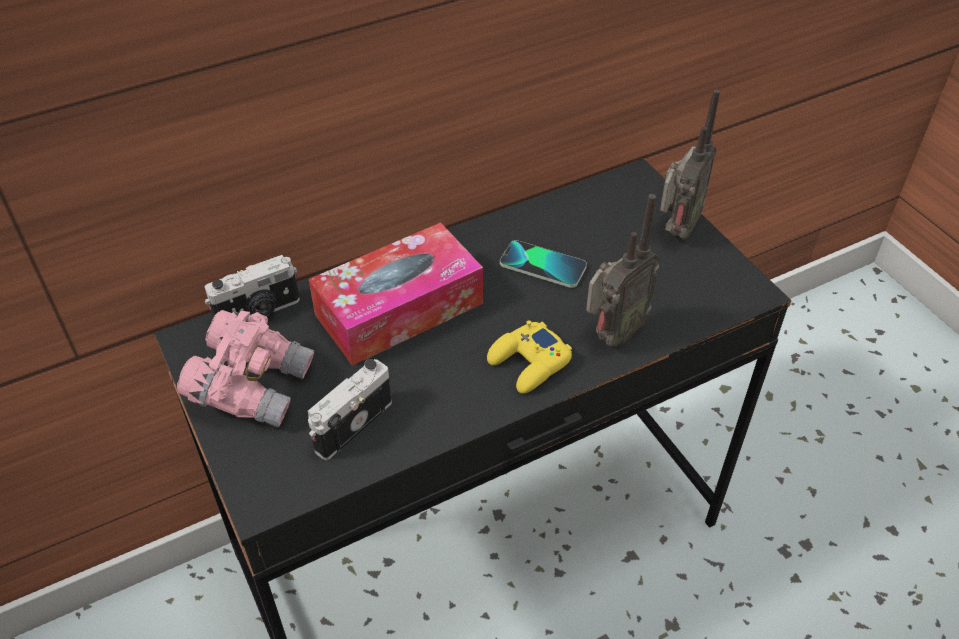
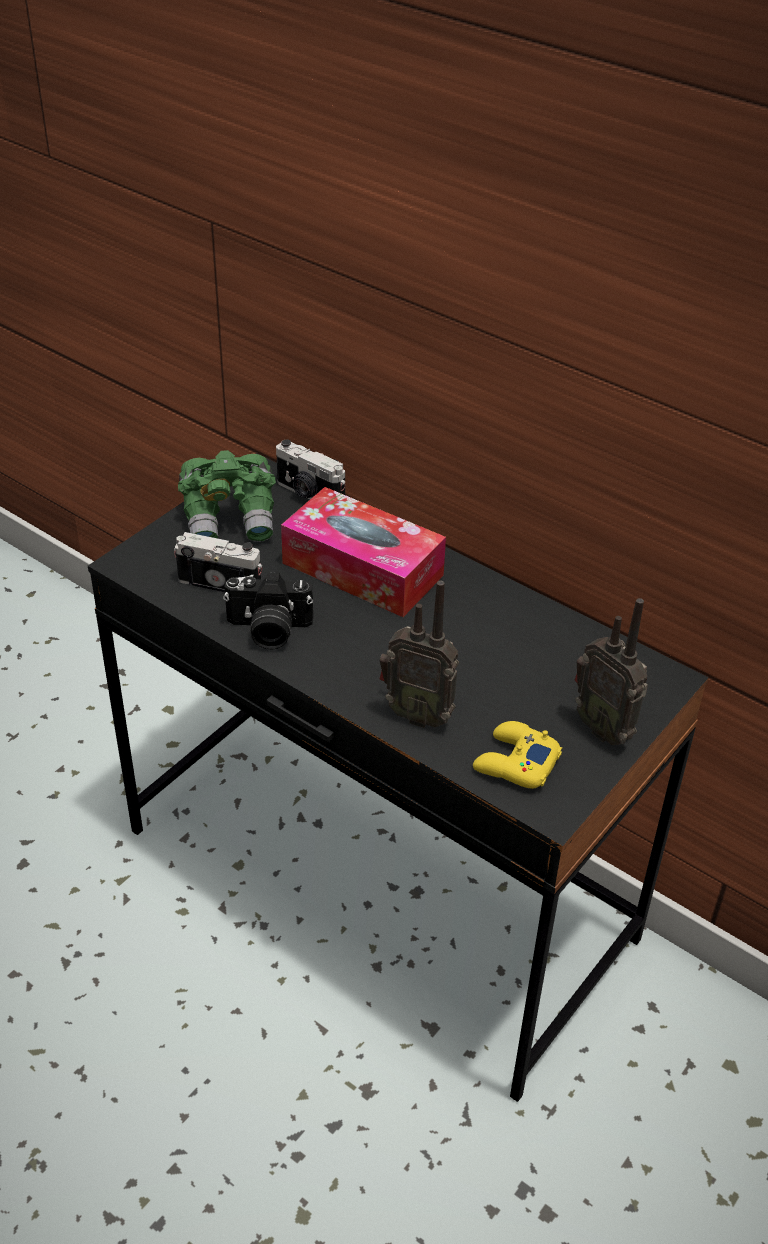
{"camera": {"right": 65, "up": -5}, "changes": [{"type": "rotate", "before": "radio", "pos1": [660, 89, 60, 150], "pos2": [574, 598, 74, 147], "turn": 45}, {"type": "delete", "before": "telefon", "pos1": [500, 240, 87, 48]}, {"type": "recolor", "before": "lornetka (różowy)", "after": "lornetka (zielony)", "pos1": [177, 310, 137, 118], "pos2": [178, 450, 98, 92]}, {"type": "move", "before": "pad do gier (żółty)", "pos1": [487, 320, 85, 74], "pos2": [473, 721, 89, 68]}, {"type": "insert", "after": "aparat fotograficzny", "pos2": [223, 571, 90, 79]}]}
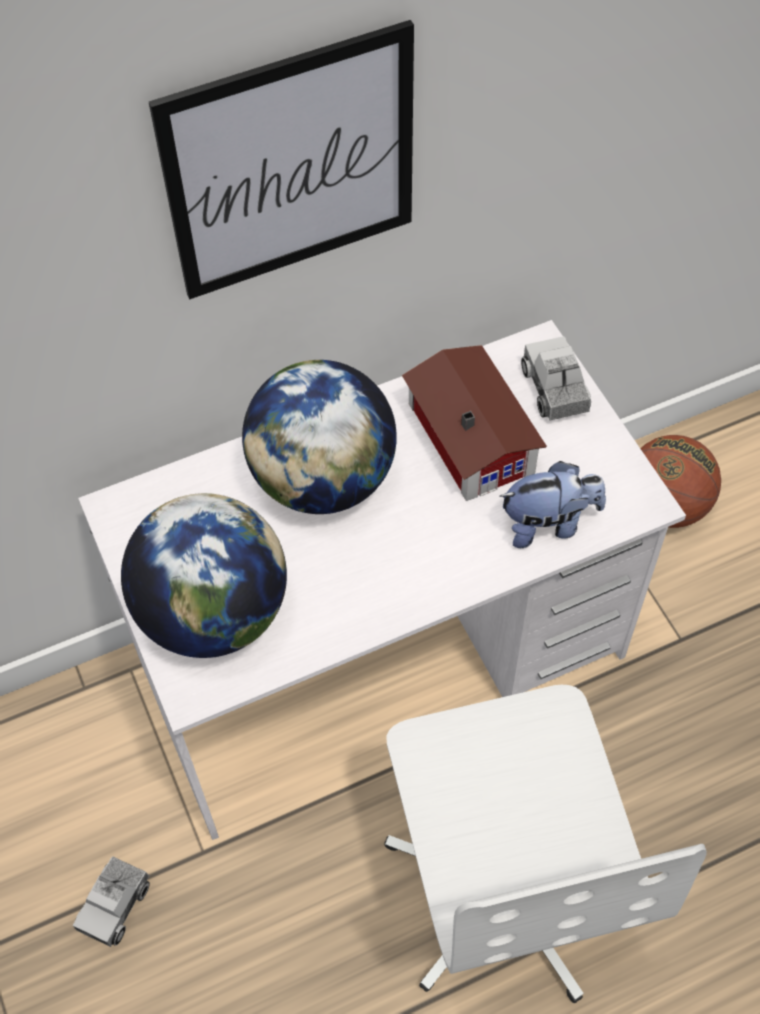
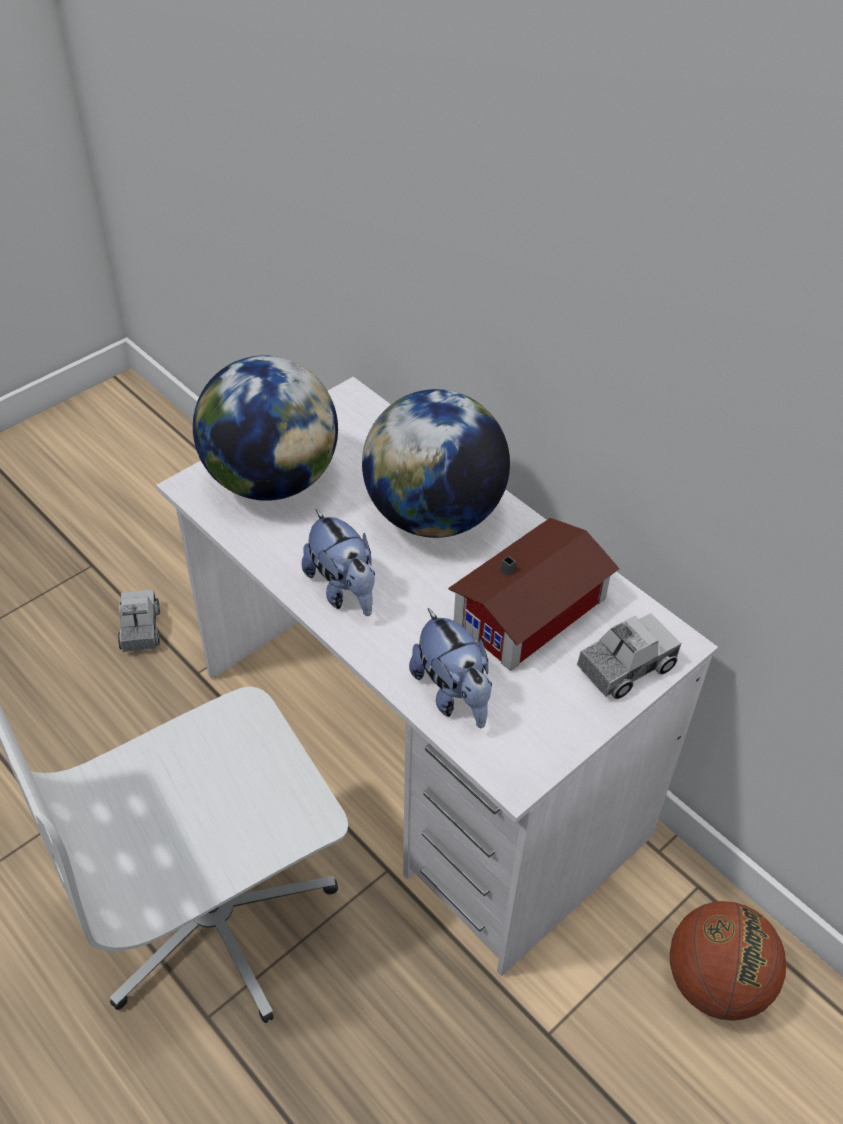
{"camera": {"right": 70, "up": -10}, "changes": [{"type": "delete", "before": "obraz", "pos1": [149, 20, 265, 279]}, {"type": "rotate", "before": "ciężarówka zabawkowa", "pos1": [73, 856, 77, 91], "pos2": [118, 589, 42, 63], "turn": 75}, {"type": "insert", "after": "pluszak", "pos2": [302, 508, 73, 108]}]}
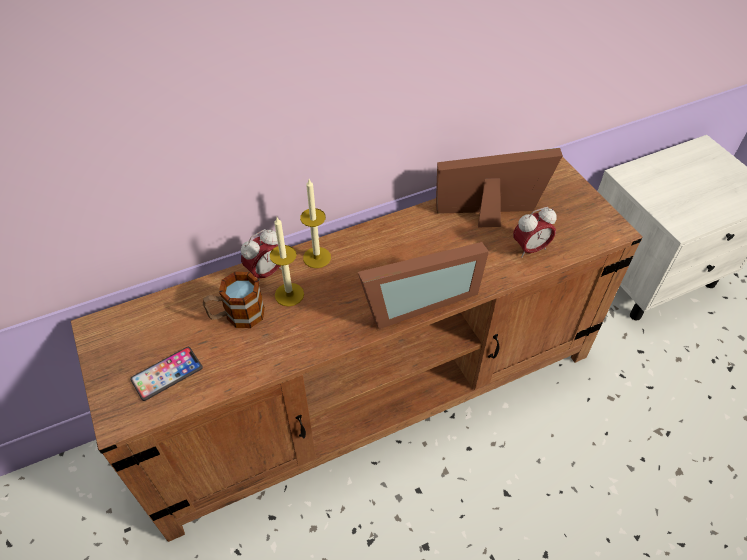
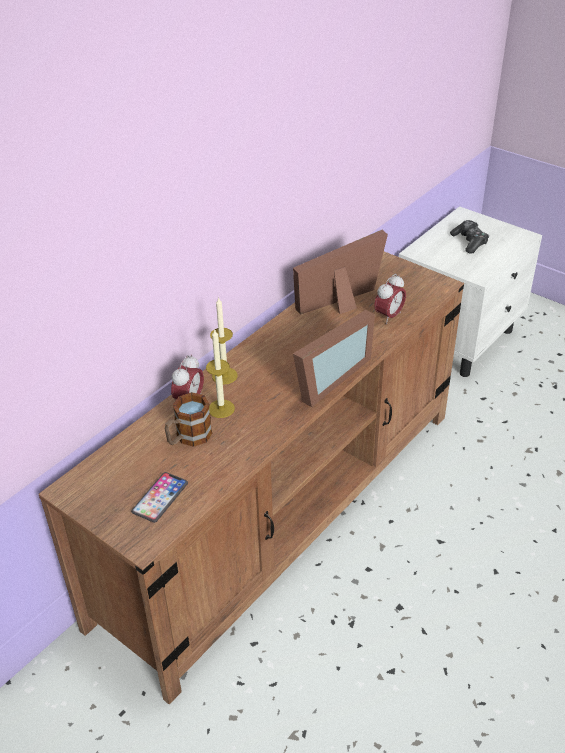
{"camera": {"right": -25, "up": -10}, "changes": [{"type": "insert", "after": "pad do gier", "pos2": [450, 220, 39, 34]}]}
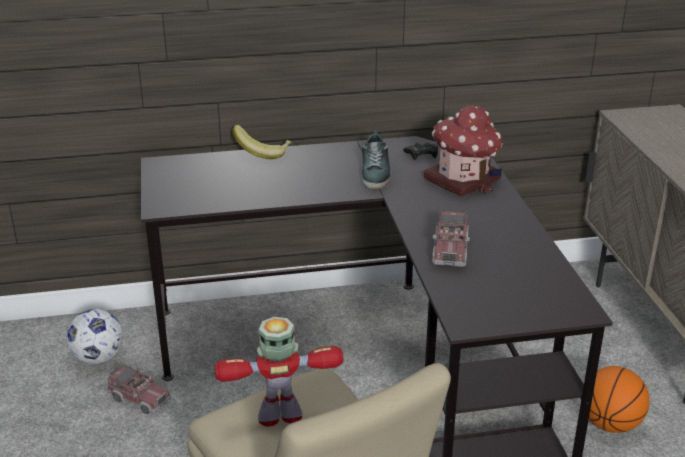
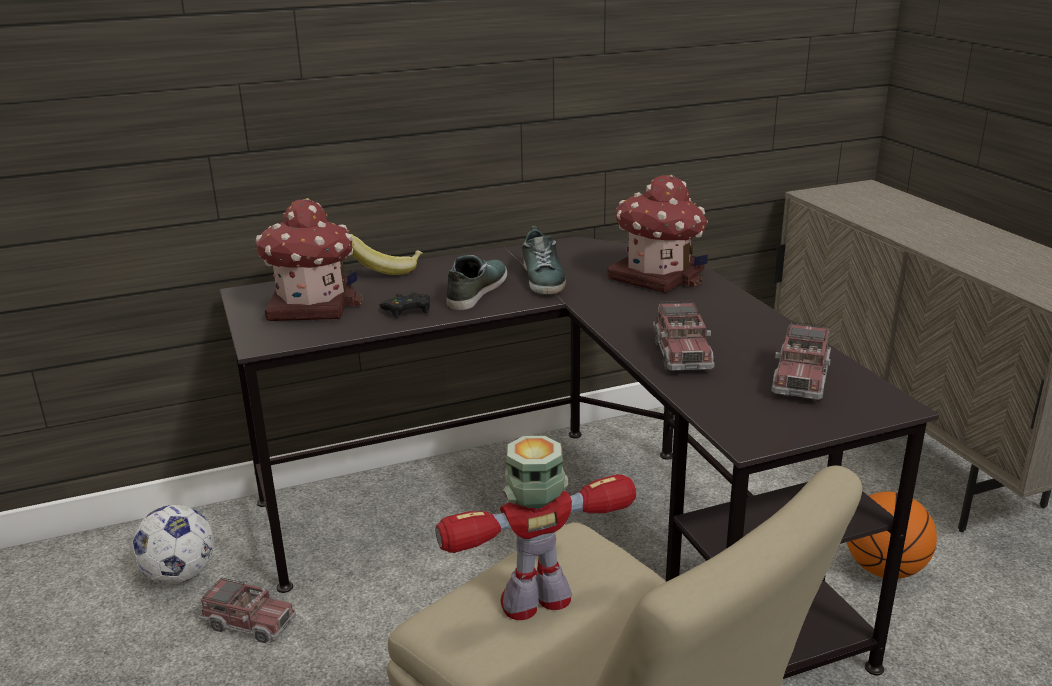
{"camera": {"right": -10, "up": -5}, "changes": [{"type": "move", "before": "pad do gier (czarny)", "pos1": [403, 143, 35, 17], "pos2": [379, 292, 51, 26]}, {"type": "insert", "after": "domek", "pos2": [255, 198, 107, 123]}, {"type": "insert", "after": "but", "pos2": [446, 255, 61, 55]}, {"type": "insert", "after": "ciężarówka zabawkowa", "pos2": [771, 322, 60, 78]}]}
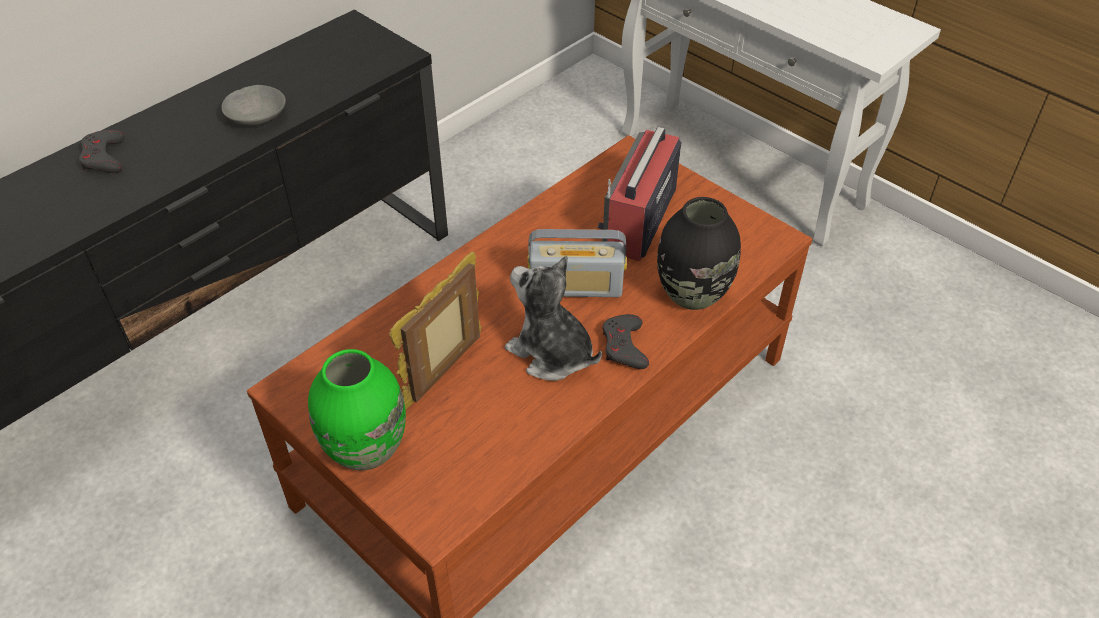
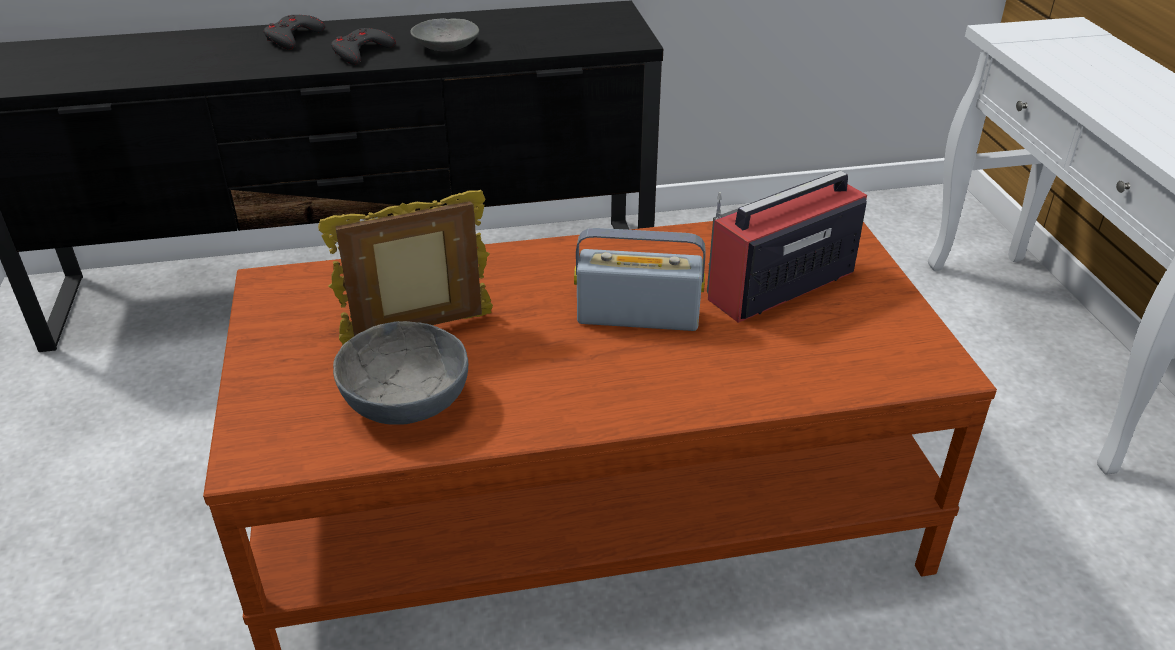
{"camera": {"right": 35, "up": -10}, "changes": [{"type": "delete", "before": "wazon (czarny)", "pos1": [657, 197, 84, 113]}, {"type": "rotate", "before": "radio", "pos1": [528, 229, 99, 68], "pos2": [574, 228, 132, 103], "turn": 150}, {"type": "delete", "before": "pluszak", "pos1": [505, 256, 97, 125]}, {"type": "move", "before": "pad do gier (szary)", "pos1": [603, 314, 46, 55], "pos2": [331, 28, 65, 37]}, {"type": "delete", "before": "wazon (zielony)", "pos1": [308, 349, 98, 121]}, {"type": "insert", "after": "miska (szary)", "pos2": [333, 321, 135, 104]}]}
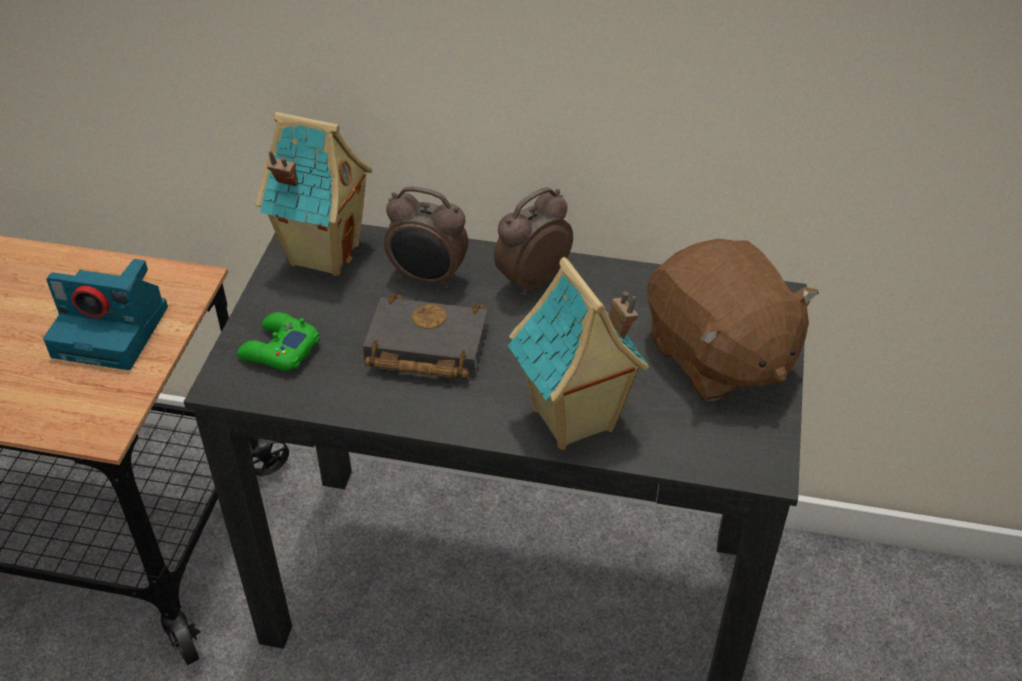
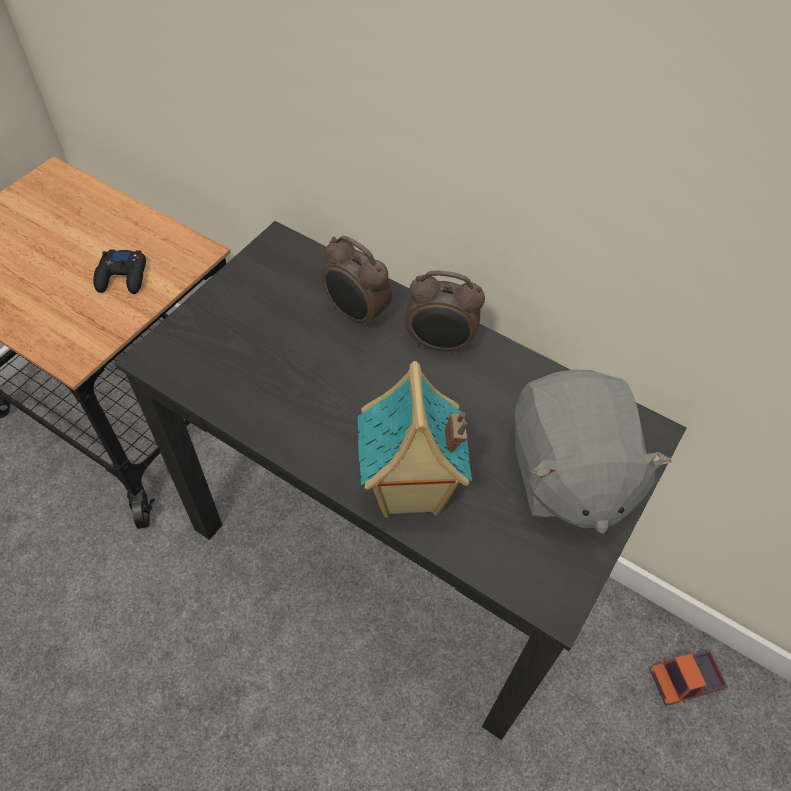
{"camera": {"right": 20, "up": 10}, "changes": [{"type": "delete", "before": "domek", "pos1": [256, 112, 116, 164]}, {"type": "rotate", "before": "budzik", "pos1": [494, 187, 79, 109], "pos2": [405, 270, 80, 84], "turn": -150}, {"type": "recolor", "before": "pluszak (brązowy)", "after": "pluszak (szary)", "pos1": [647, 239, 172, 162], "pos2": [515, 370, 156, 163]}, {"type": "replace", "before": "aparat fotograficzny", "after": "pad do gier (czarny)", "pos1": [43, 259, 125, 111], "pos2": [93, 249, 53, 45]}, {"type": "delete", "before": "książka (czarny)", "pos1": [363, 294, 125, 84]}, {"type": "delete", "before": "pad do gier (zielony)", "pos1": [237, 312, 83, 59]}, {"type": "insert", "after": "ciężarówka zabawkowa", "pos2": [649, 651, 79, 55]}]}
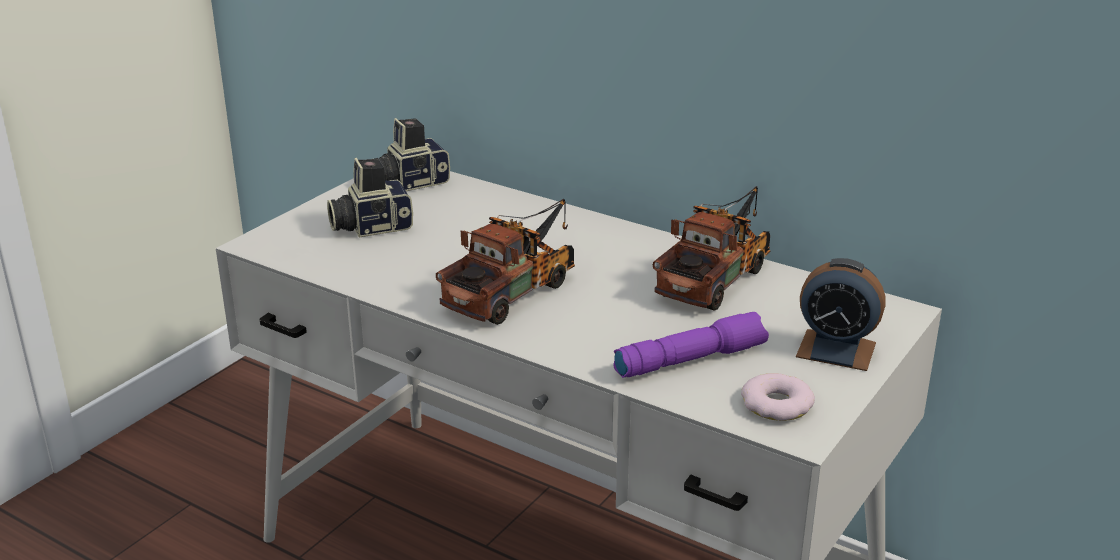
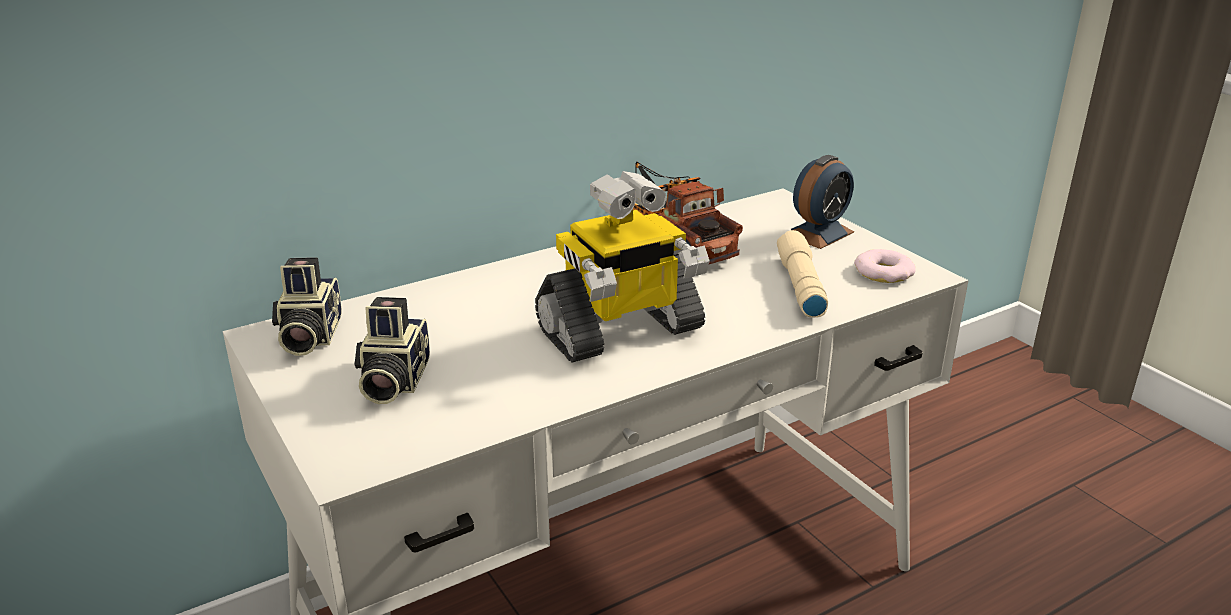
{"camera": {"right": -65, "up": 0}, "changes": [{"type": "replace", "before": "ciężarówka zabawkowa", "after": "robot zabawkowy", "pos1": [436, 199, 139, 126], "pos2": [535, 171, 175, 191]}, {"type": "recolor", "before": "latarka (fioletowy)", "after": "latarka (beżowy)", "pos1": [613, 312, 156, 66], "pos2": [777, 230, 51, 87]}]}
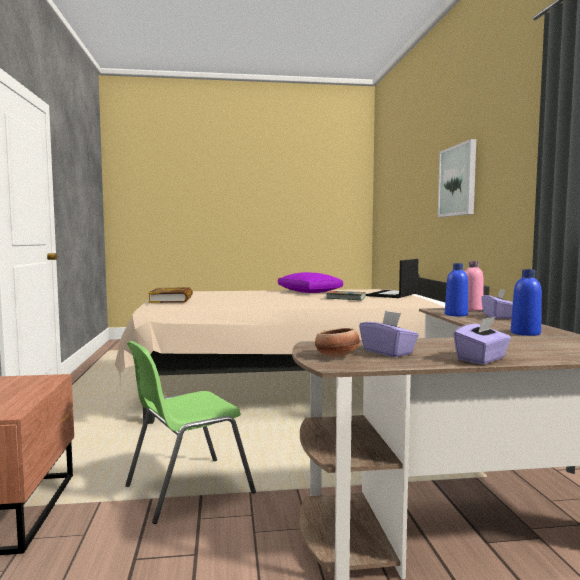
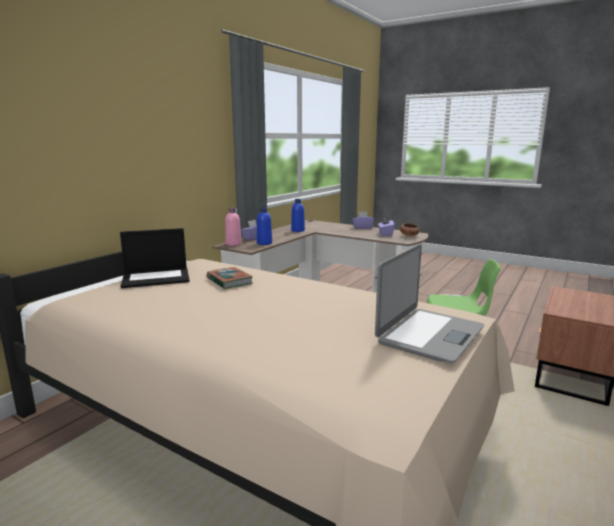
{"camera": {"right": -140, "up": 10}, "changes": [{"type": "delete", "before": "obraz", "pos1": [438, 139, 38, 78]}, {"type": "delete", "before": "poduszka (fioletowy)", "pos1": [278, 272, 65, 21]}, {"type": "replace", "before": "książka", "after": "laptop", "pos1": [148, 287, 45, 16], "pos2": [375, 244, 109, 119]}]}
